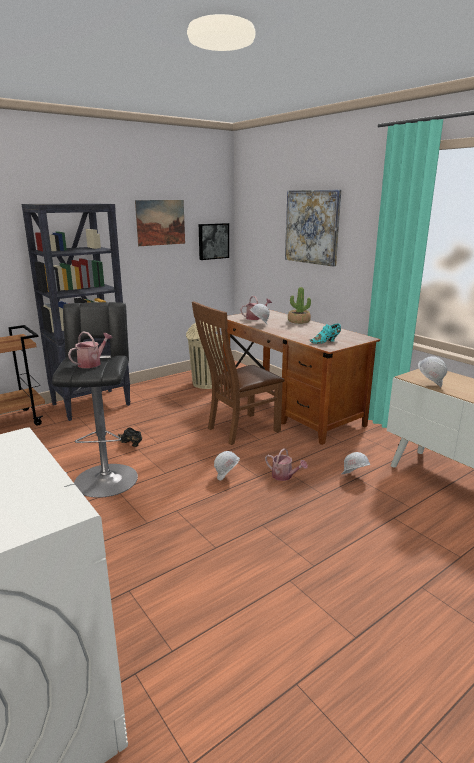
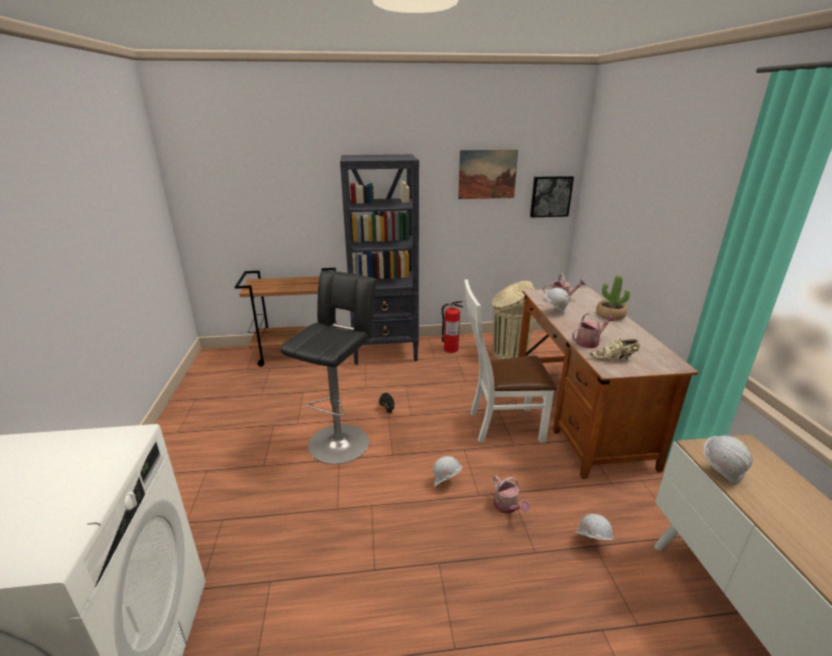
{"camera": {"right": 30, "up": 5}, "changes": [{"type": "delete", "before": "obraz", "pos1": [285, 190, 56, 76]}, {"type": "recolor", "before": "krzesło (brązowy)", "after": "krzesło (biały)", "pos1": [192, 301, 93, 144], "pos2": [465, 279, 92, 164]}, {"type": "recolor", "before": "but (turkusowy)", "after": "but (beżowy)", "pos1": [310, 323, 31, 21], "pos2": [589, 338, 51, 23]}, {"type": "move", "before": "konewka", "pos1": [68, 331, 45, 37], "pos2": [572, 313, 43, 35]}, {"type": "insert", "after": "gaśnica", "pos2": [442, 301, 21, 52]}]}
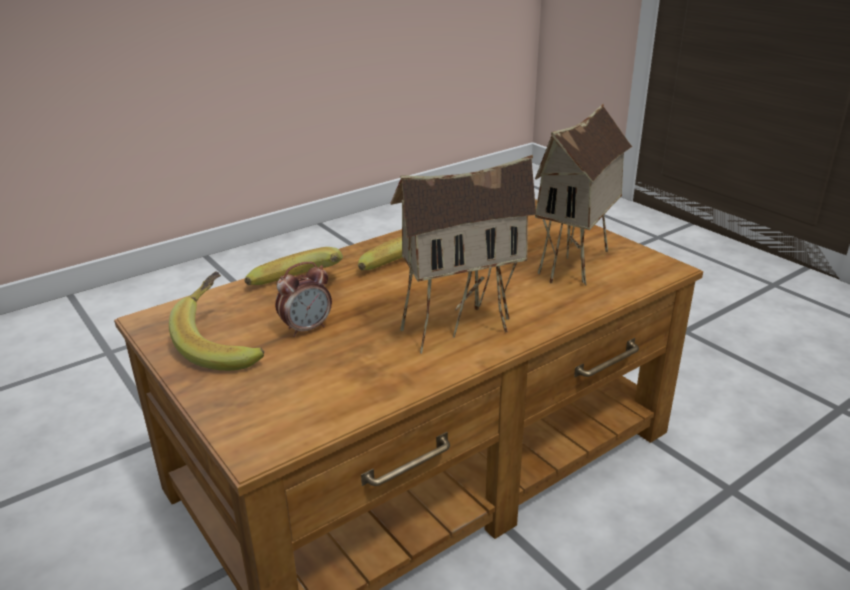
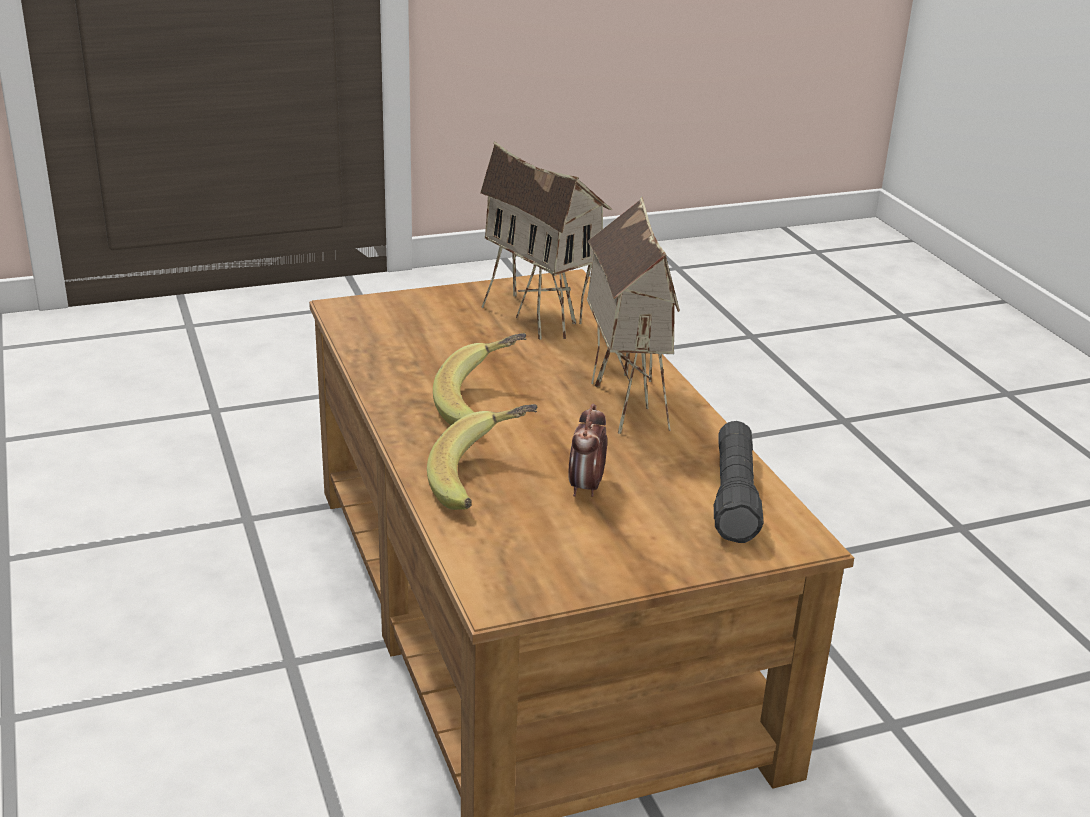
{"camera": {"right": -75, "up": 0}, "changes": [{"type": "rotate", "before": "budzik", "pos1": [275, 262, 57, 75], "pos2": [568, 404, 39, 93], "turn": -150}, {"type": "delete", "before": "banan", "pos1": [169, 271, 95, 100]}, {"type": "insert", "after": "latarka (czarny)", "pos2": [714, 421, 50, 122]}]}
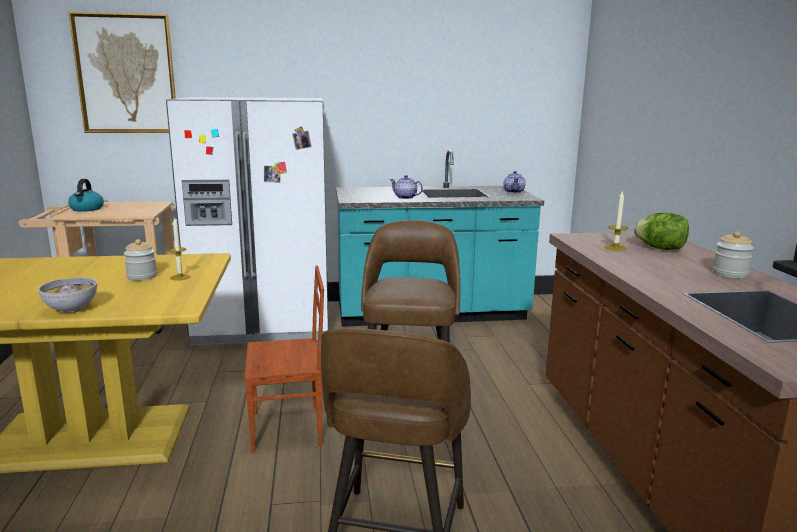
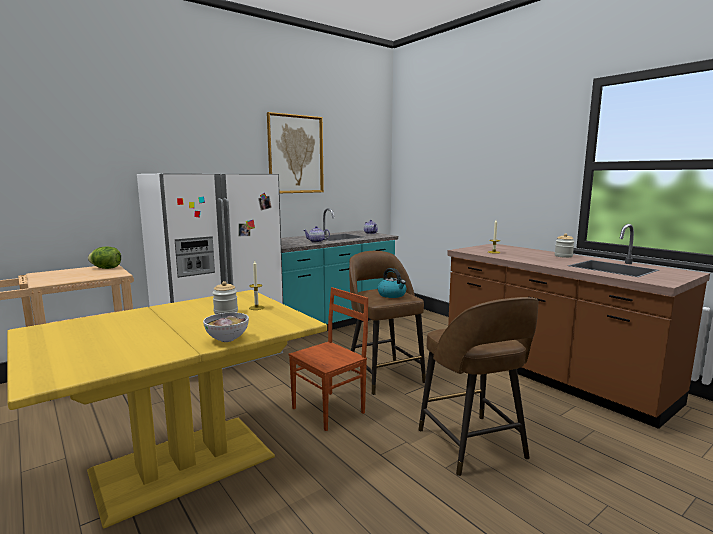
{"camera": {"right": -30, "up": -5}, "changes": [{"type": "move", "before": "obraz", "pos1": [68, 12, 108, 121], "pos2": [267, 112, 57, 81]}, {"type": "move", "before": "czajnik", "pos1": [68, 179, 36, 33], "pos2": [378, 268, 28, 30]}, {"type": "move", "before": "sałata", "pos1": [634, 213, 55, 37], "pos2": [88, 247, 33, 22]}]}
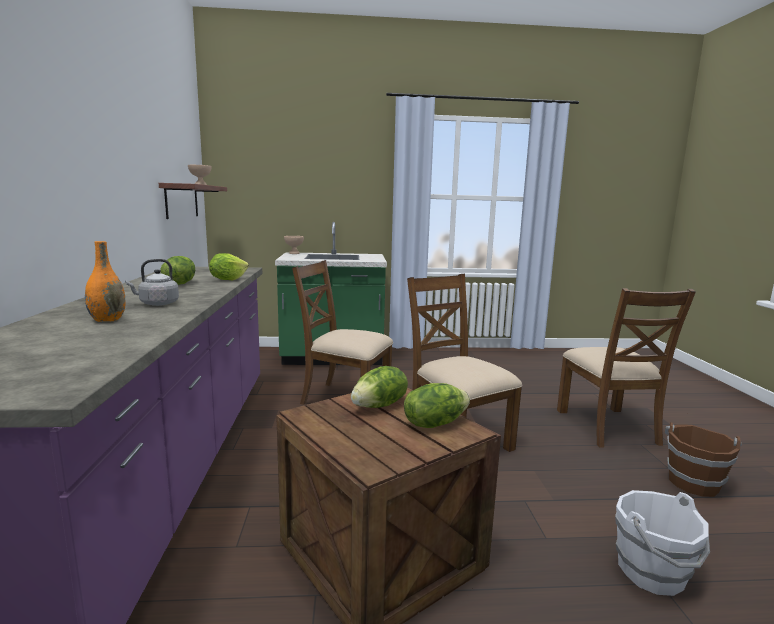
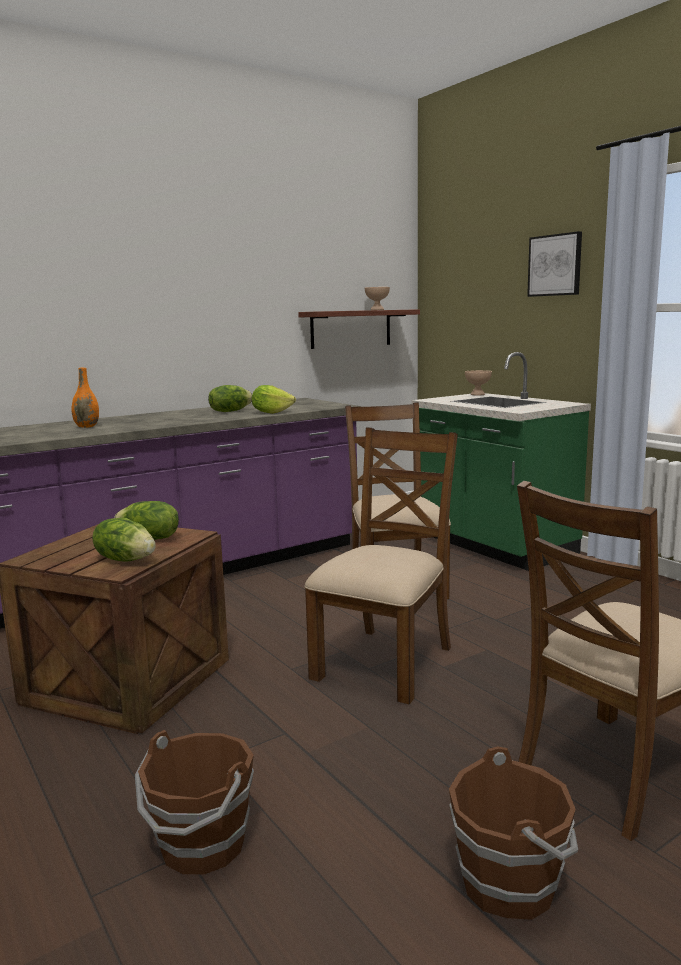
{"camera": {"right": 60, "up": 0}, "changes": [{"type": "delete", "before": "czajnik (szary)", "pos1": [125, 259, 54, 47]}, {"type": "recolor", "before": "wiadro (biały)", "after": "wiadro (brązowy)", "pos1": [615, 490, 95, 106], "pos2": [135, 730, 119, 144]}, {"type": "insert", "after": "obraz", "pos2": [527, 231, 55, 66]}]}
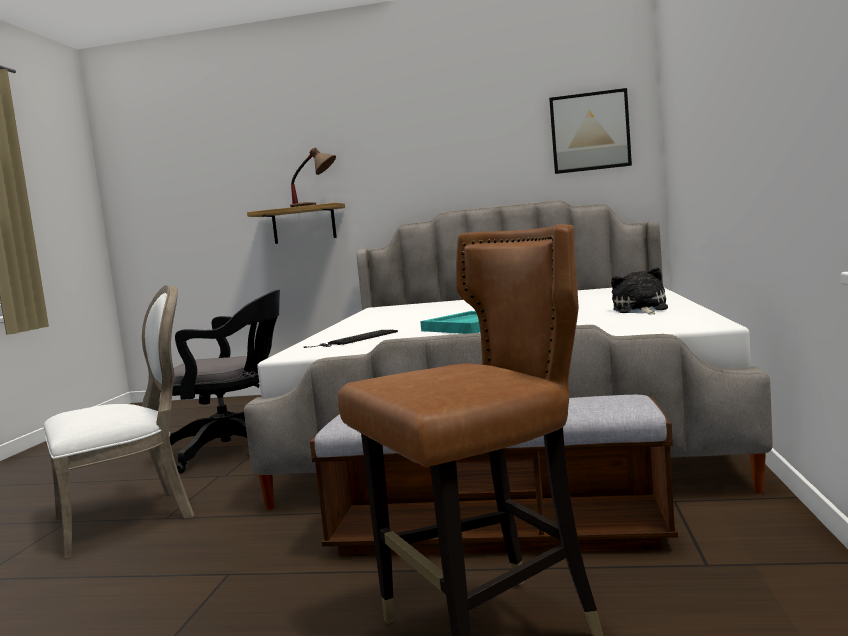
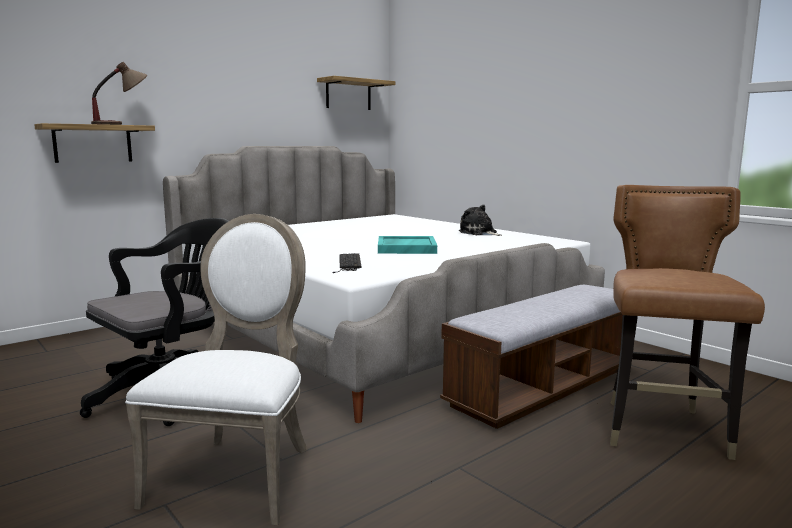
{"camera": {"right": -50, "up": 5}, "changes": [{"type": "replace", "before": "obraz", "after": "półka", "pos1": [549, 88, 83, 86], "pos2": [317, 76, 78, 34]}]}
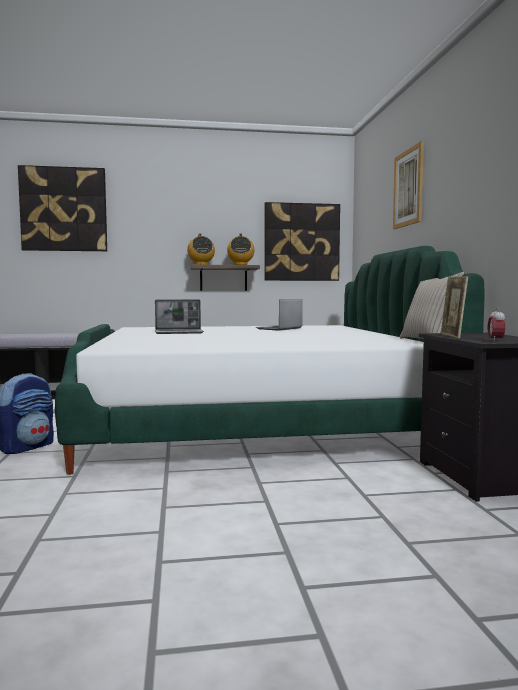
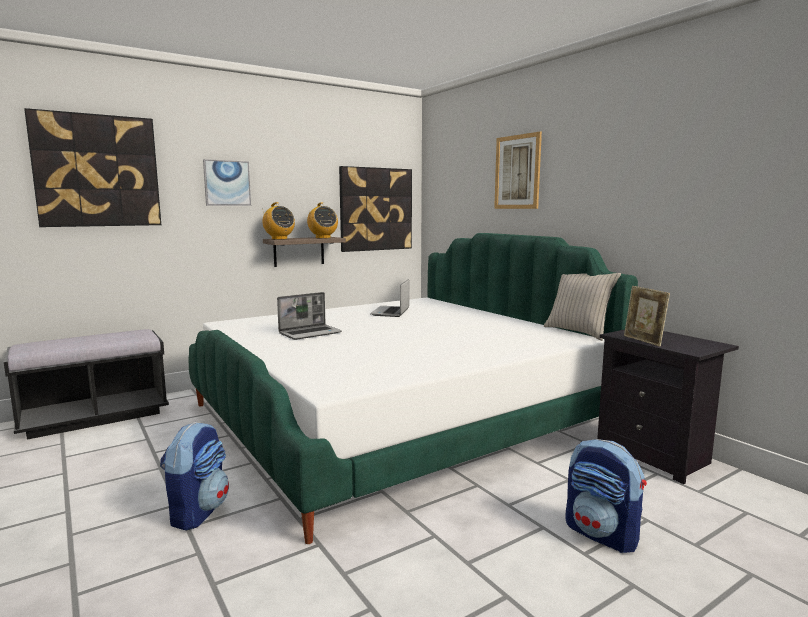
{"camera": {"right": -25, "up": 5}, "changes": [{"type": "delete", "before": "budzik", "pos1": [488, 308, 17, 32]}, {"type": "insert", "after": "obraz", "pos2": [203, 159, 48, 47]}, {"type": "insert", "after": "plecak", "pos2": [565, 439, 82, 114]}]}
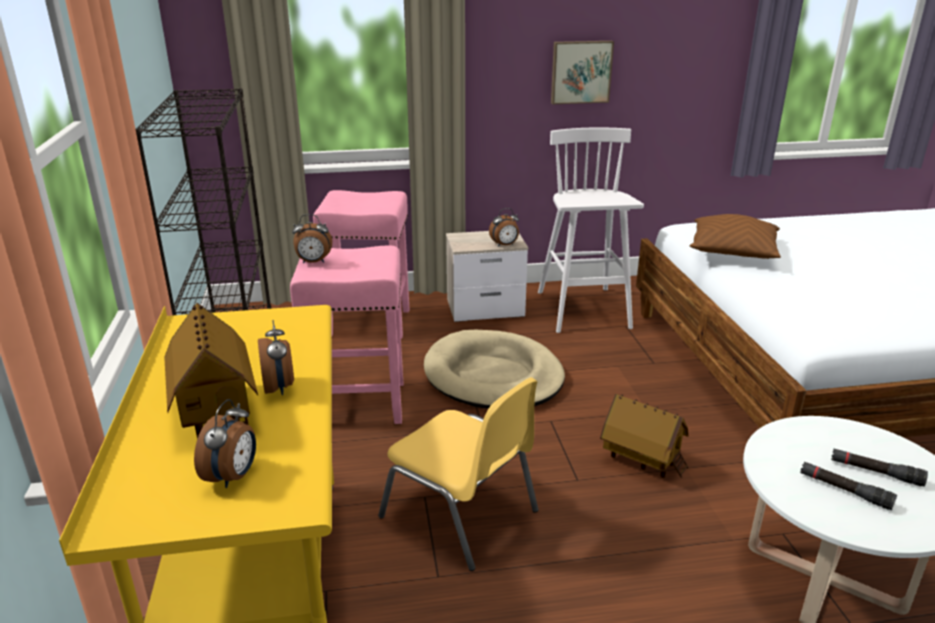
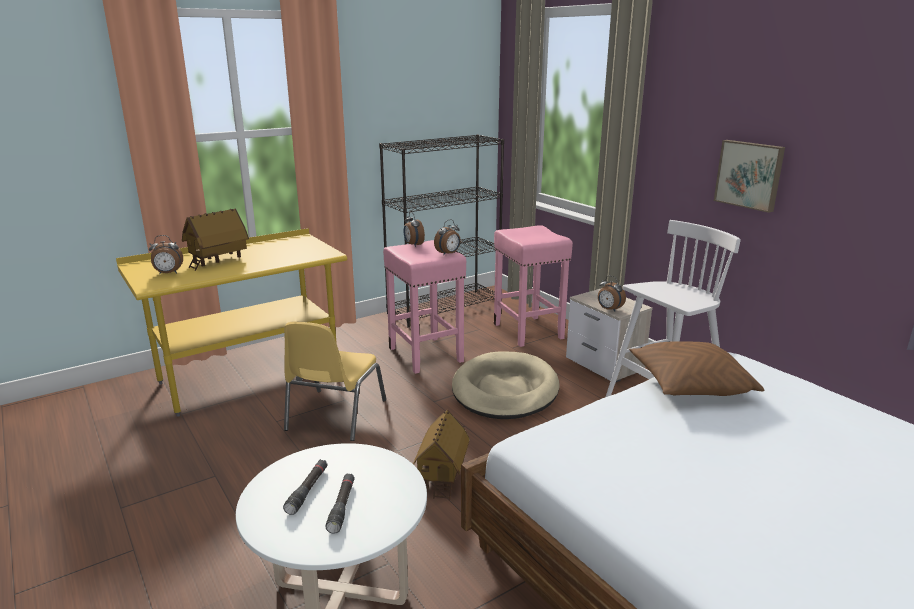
{"camera": {"right": 65, "up": -5}, "changes": [{"type": "move", "before": "budzik", "pos1": [258, 320, 36, 75], "pos2": [434, 219, 27, 37]}]}
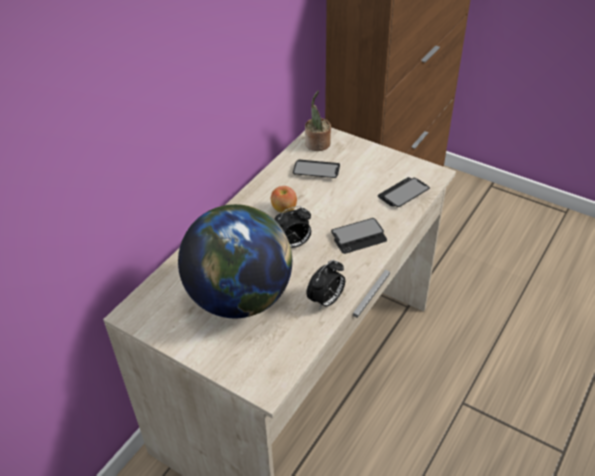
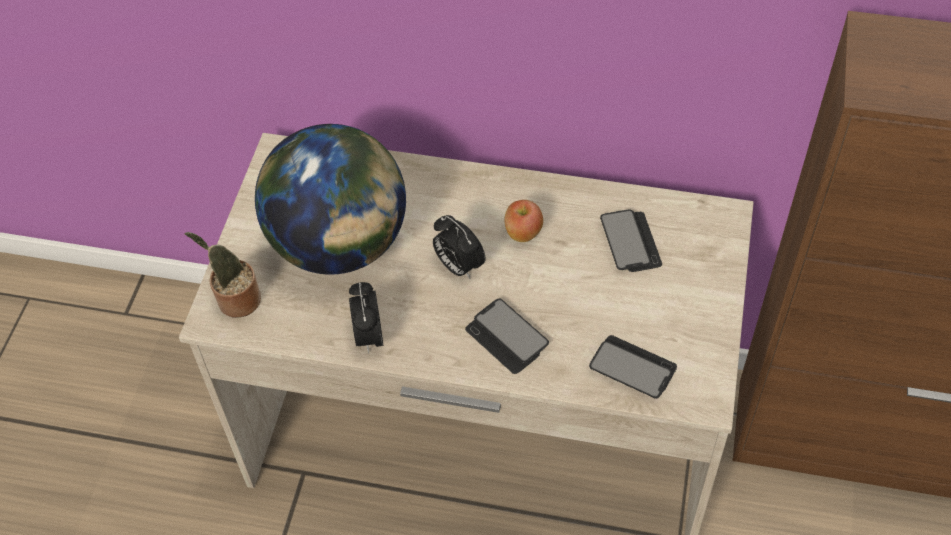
{"camera": {"right": 70, "up": 10}, "changes": [{"type": "move", "before": "roślina doniczkowa", "pos1": [305, 91, 26, 60], "pos2": [184, 232, 77, 86]}, {"type": "rotate", "before": "budzik", "pos1": [306, 260, 39, 50], "pos2": [349, 282, 34, 71], "turn": 60}]}
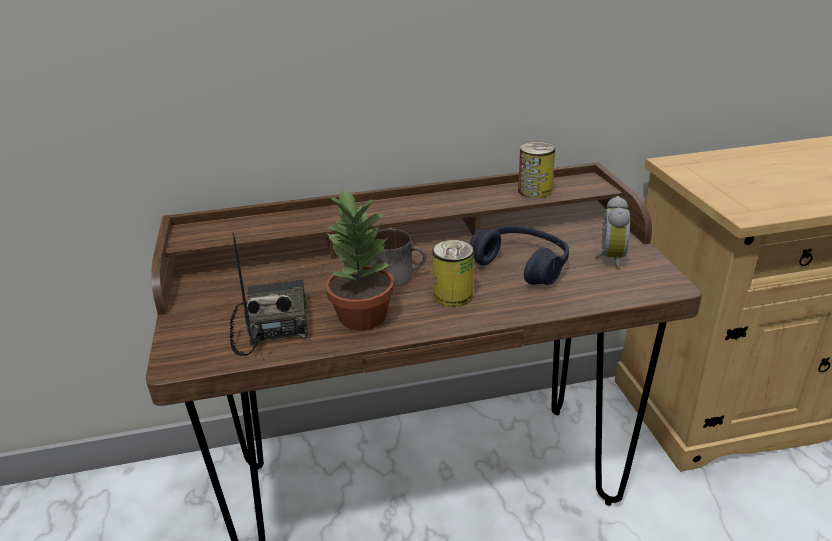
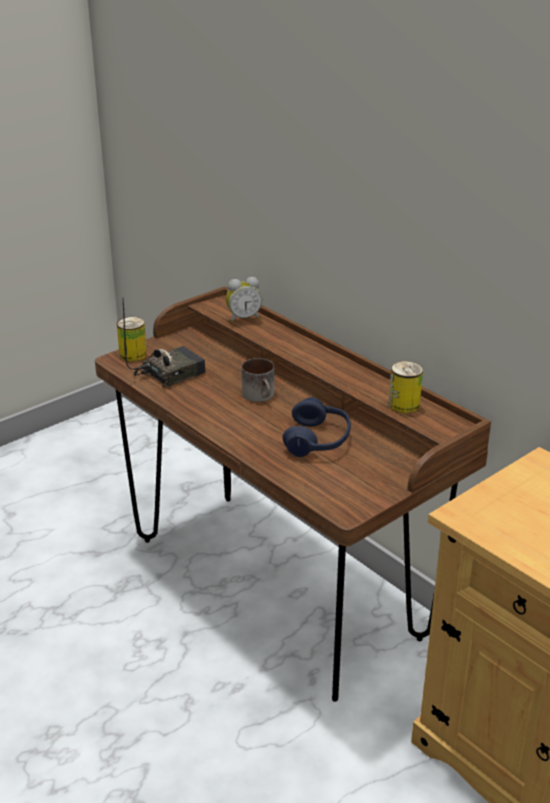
{"camera": {"right": 60, "up": 0}, "changes": [{"type": "delete", "before": "roślina doniczkowa", "pos1": [325, 188, 69, 143]}, {"type": "move", "before": "budzik", "pos1": [595, 196, 35, 73], "pos2": [226, 277, 36, 45]}, {"type": "move", "before": "puszka", "pos1": [432, 240, 42, 67], "pos2": [117, 317, 30, 45]}]}
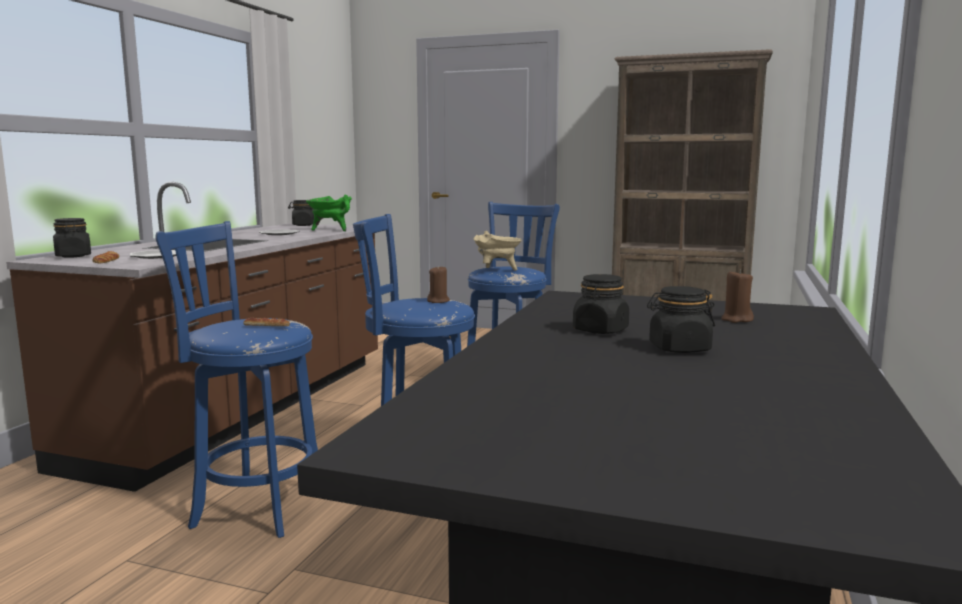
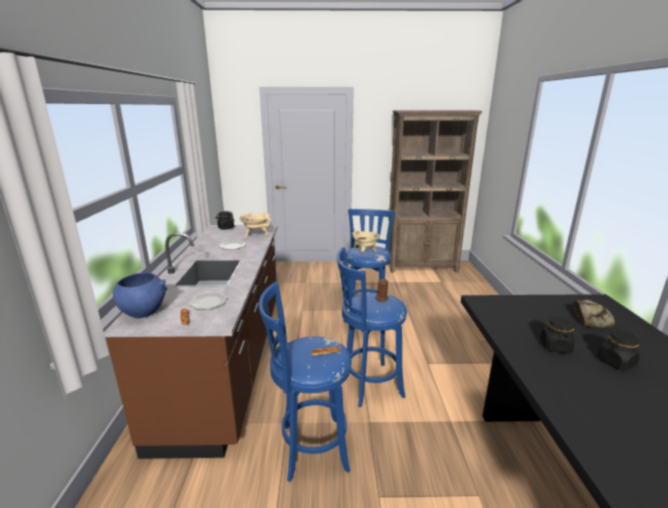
{"camera": {"right": -20, "up": 10}, "changes": [{"type": "recolor", "before": "garnek (zielony)", "after": "garnek (beżowy)", "pos1": [306, 195, 46, 36], "pos2": [239, 212, 32, 26]}, {"type": "replace", "before": "słoik (czarny)", "after": "miska (niebieski)", "pos1": [53, 218, 38, 40], "pos2": [113, 272, 54, 46]}, {"type": "replace", "before": "świeca (brązowy)", "after": "chleb", "pos1": [721, 269, 33, 54], "pos2": [573, 300, 42, 28]}]}
